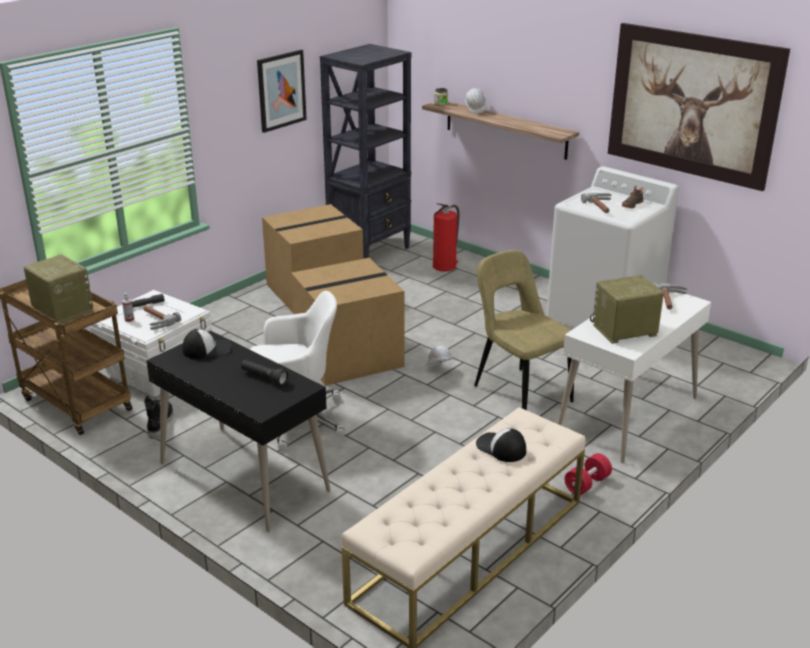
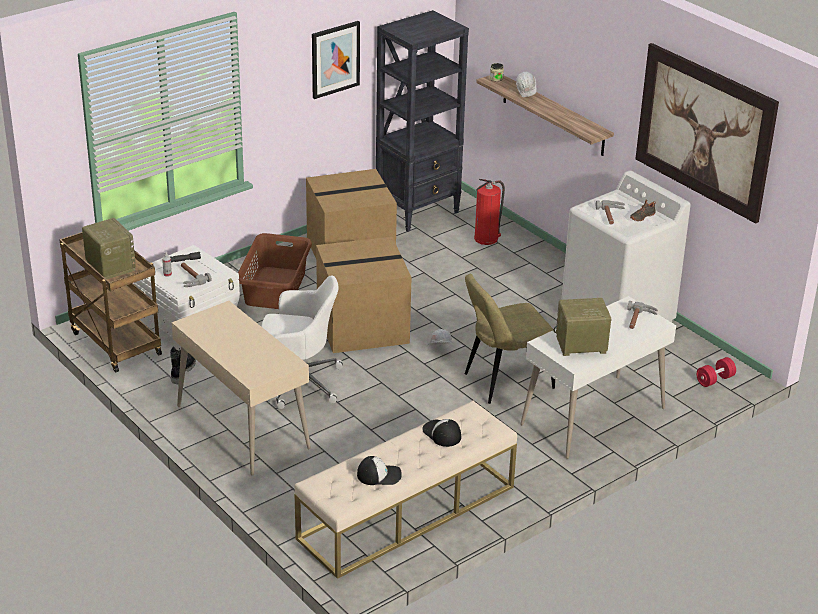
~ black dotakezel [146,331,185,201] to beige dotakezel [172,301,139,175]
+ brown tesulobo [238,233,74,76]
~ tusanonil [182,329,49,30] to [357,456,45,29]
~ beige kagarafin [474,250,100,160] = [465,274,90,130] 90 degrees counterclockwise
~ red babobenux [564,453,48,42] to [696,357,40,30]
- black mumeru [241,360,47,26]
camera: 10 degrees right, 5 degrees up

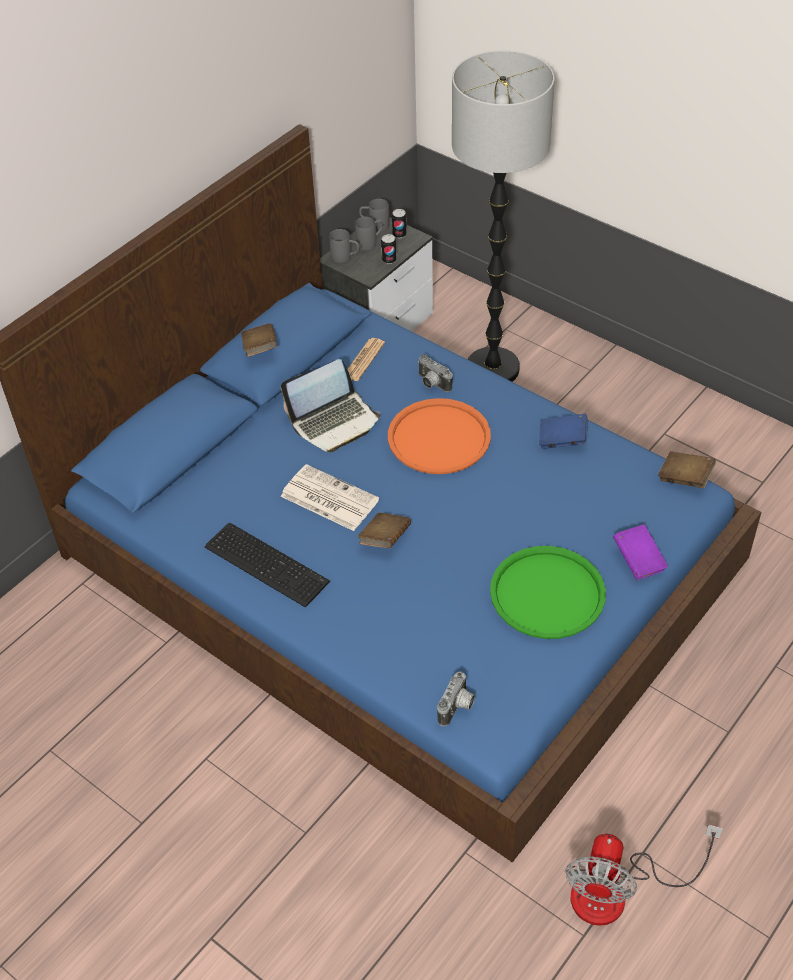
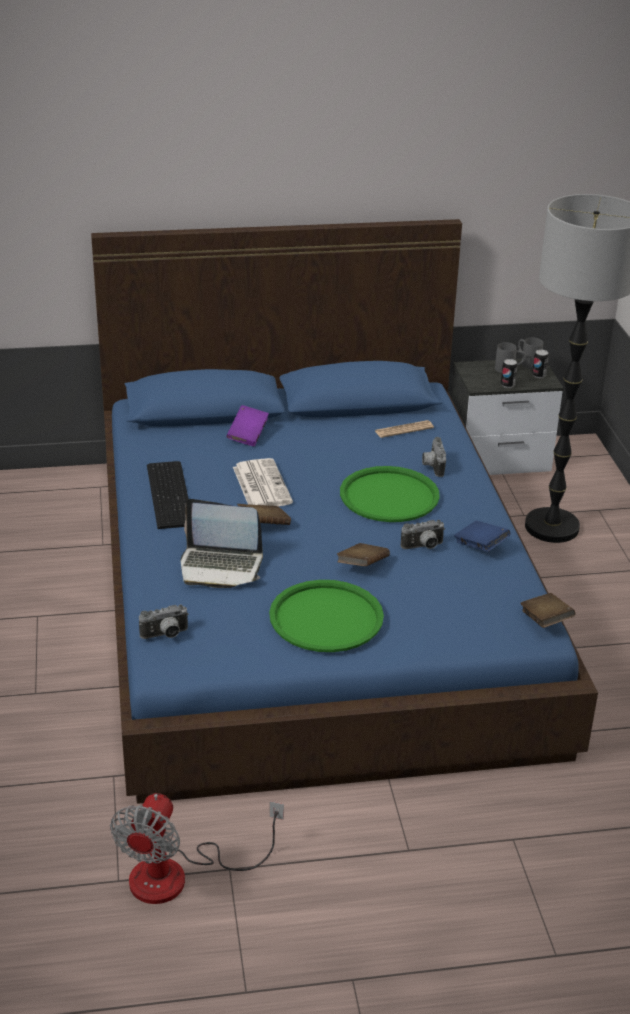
~ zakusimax [565,825,158,101] = [110,793,174,111] 45 degrees counterclockwise
~ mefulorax [281,359,99,94] to [181,499,82,89]
~ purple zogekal [613,524,55,56] to [227,405,42,41]
~ brown zogekal [241,323,36,34] to [337,543,53,23]
~ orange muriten [388,398,103,76] to green muriten [340,466,100,56]
+ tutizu [401,520,44,29]
- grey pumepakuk [329,229,30,34]
camera: 40 degrees right, 15 degrees down

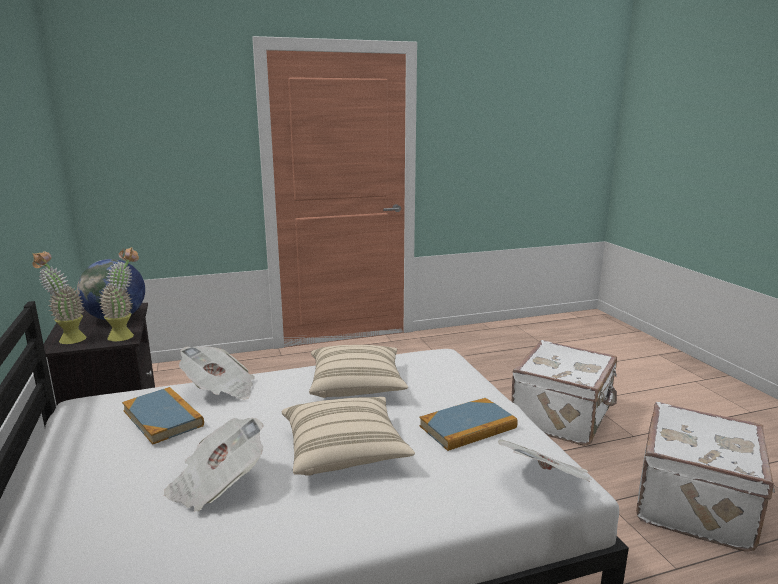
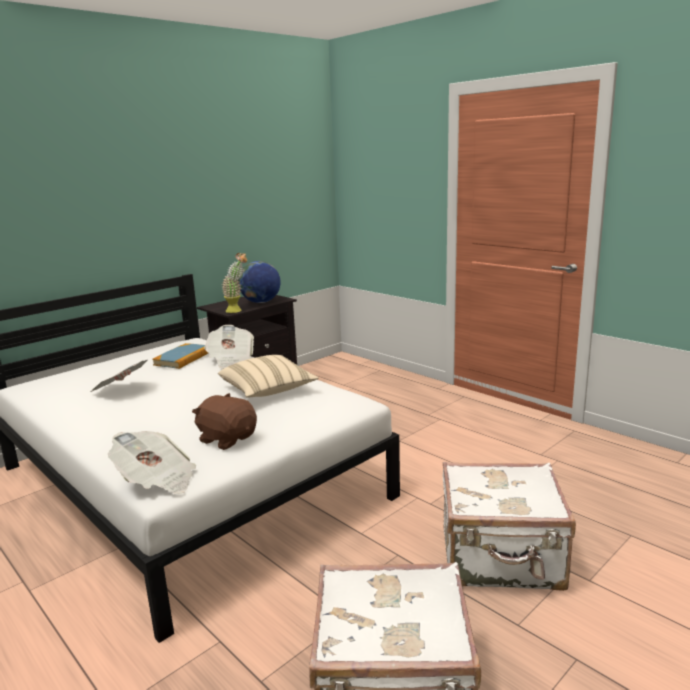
~ zogekal [419,398,99,53] to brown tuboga [192,393,65,57]
- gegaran [32,251,55,93]
- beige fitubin [282,397,133,79]
camera: 65 degrees right, 0 degrees up

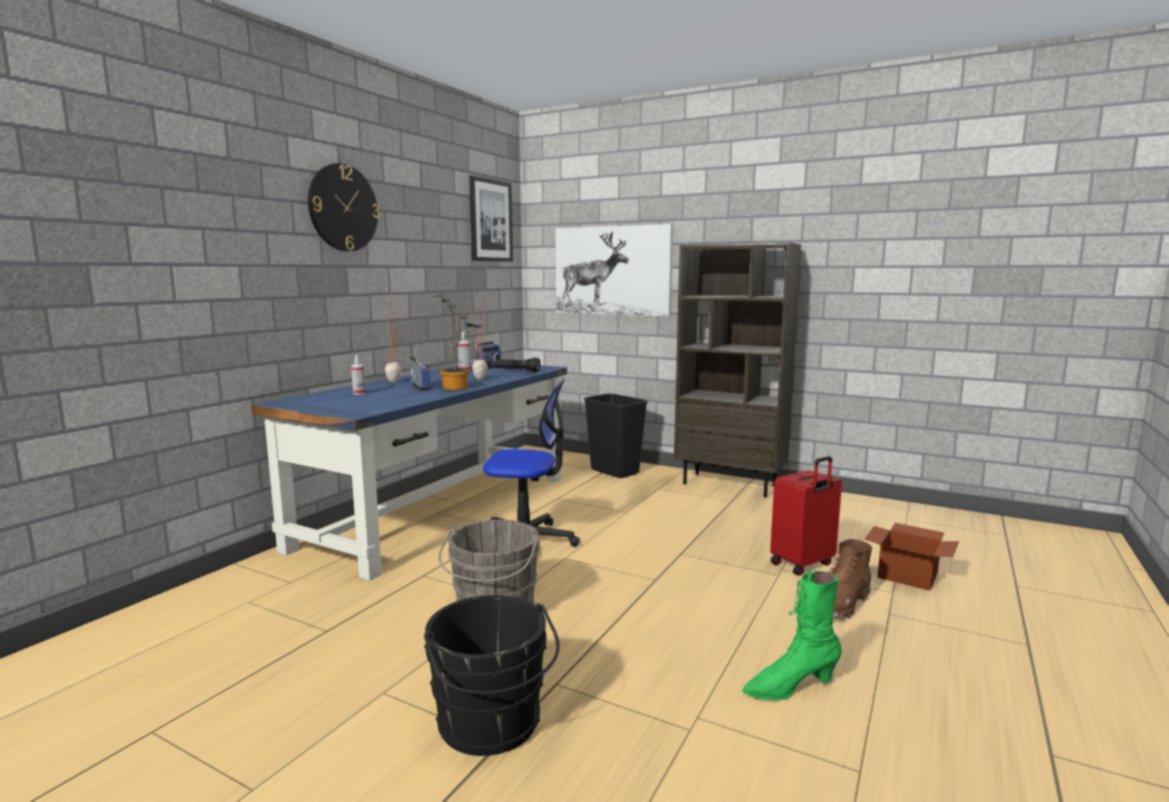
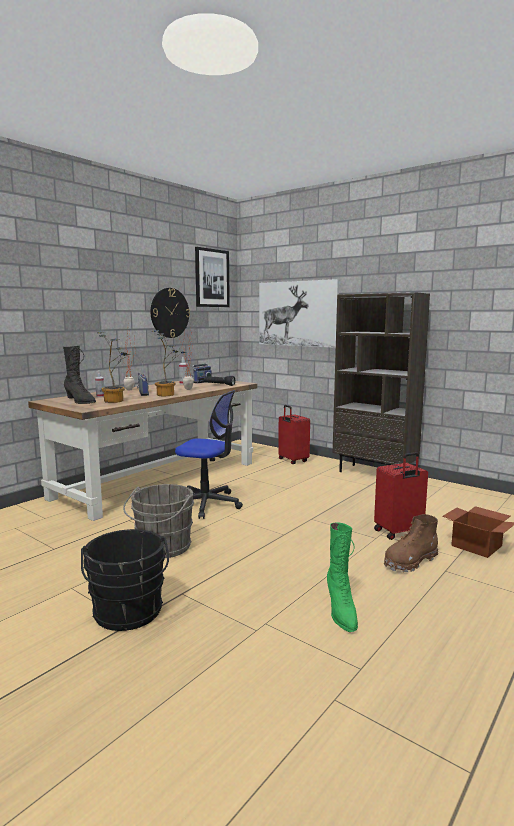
~ blue dotakezel [251,363,316,218] to brown dotakezel [28,379,229,142]
+ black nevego [63,346,33,58]
+ gegaran [97,332,34,71]
~ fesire [308,163,72,88] to [151,288,39,50]
~ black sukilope [584,394,64,84] to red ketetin [278,405,32,59]
~ green nevego [742,571,99,129] = [327,522,31,110] 90 degrees counterclockwise
camera: 10 degrees right, 0 degrees up

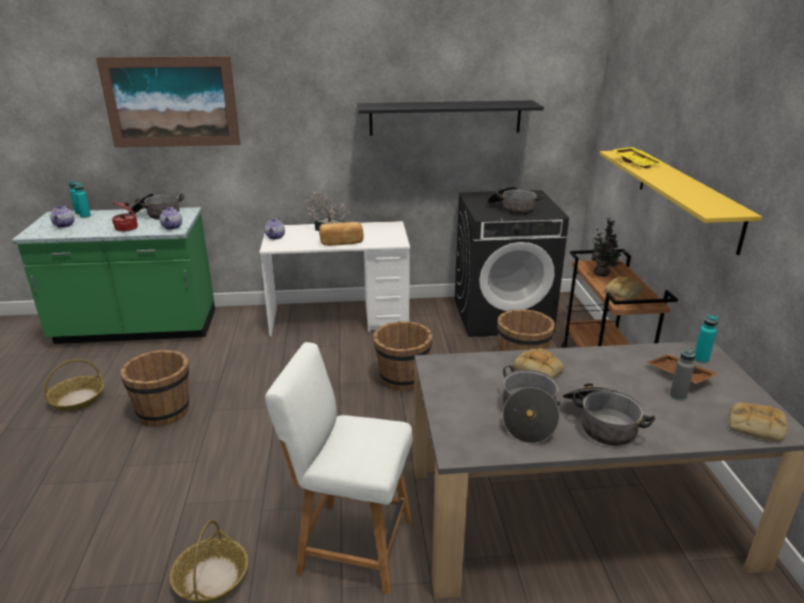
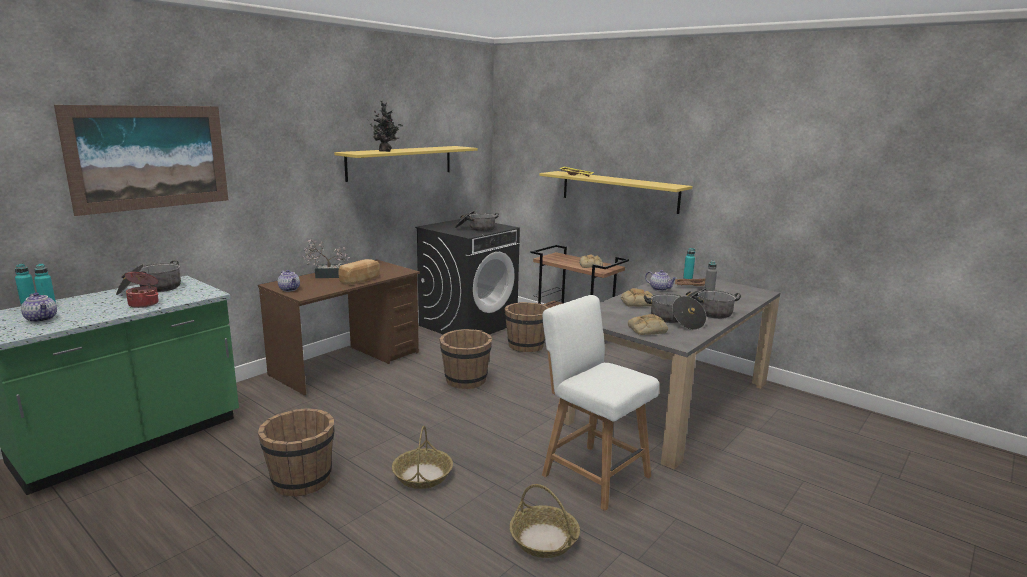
~ white dotakezel [259,221,151,116] to brown dotakezel [258,260,162,135]
~ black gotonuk [357,100,187,36] to yellow gotonuk [334,146,144,36]
~ gegaran [589,218,38,59] to [367,100,36,52]
~ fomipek [44,359,60,52] to [392,426,61,63]
~ white kagarafin [265,342,148,252] = [542,295,117,216] 75 degrees clockwise
~ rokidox [729,403,59,39] to [628,314,40,21]
~ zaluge [160,207,22,23] to [645,270,32,21]
camera: 45 degrees left, 10 degrees down

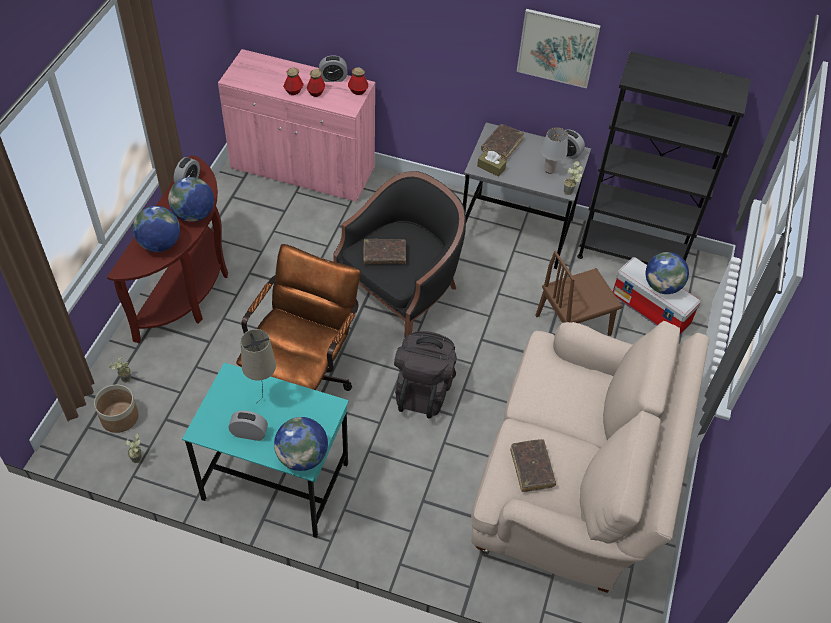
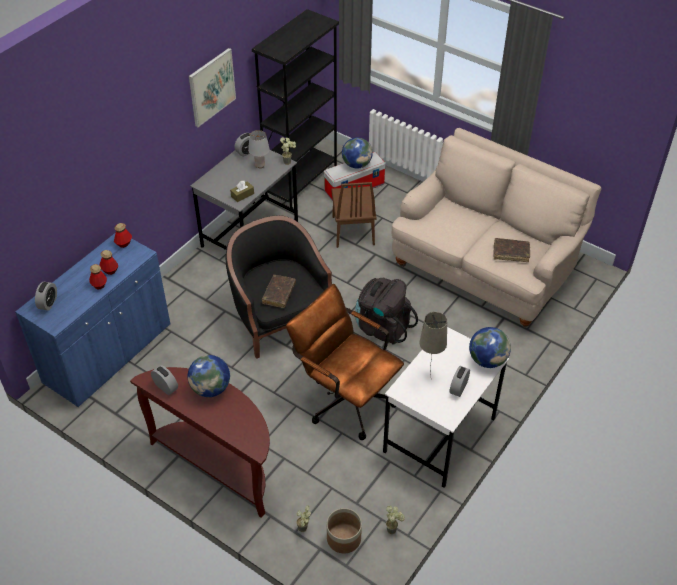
~ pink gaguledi [218,49,157,153] to blue gaguledi [15,234,155,173]
~ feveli [319,55,28,27] to [35,282,22,29]
~ turquoise dotakezel [182,363,167,175] to white dotakezel [383,327,126,161]
- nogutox [133,206,47,46]
- brown zogekal [481,124,43,37]
camera: 70 degrees left, 5 degrees down

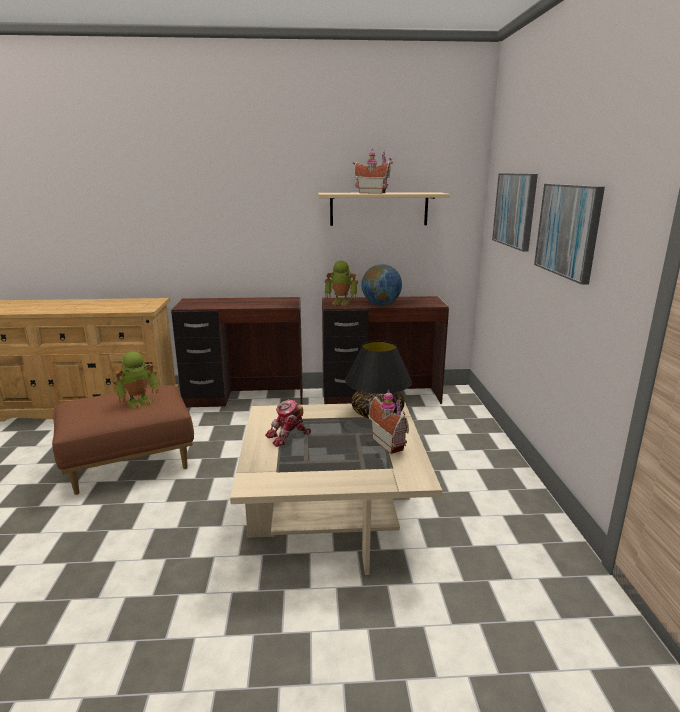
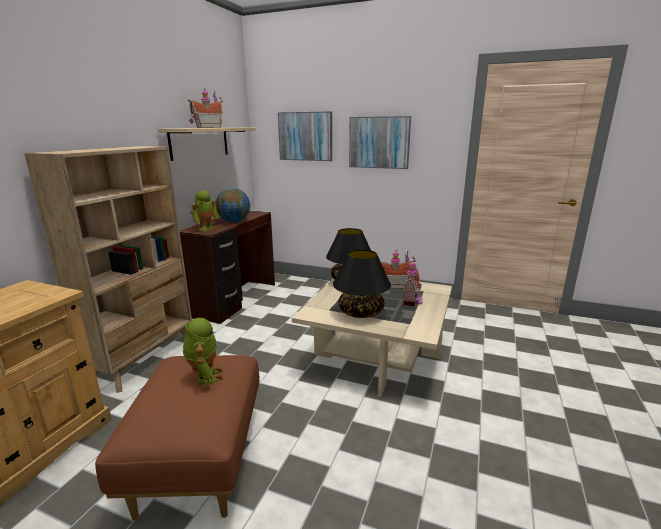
~ brown dotakezel [171,297,132,110] to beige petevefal [24,146,168,247]
~ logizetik [265,399,46,48] to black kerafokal [333,250,58,68]
+ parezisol [403,261,20,45]
camera: 65 degrees left, 0 degrees up

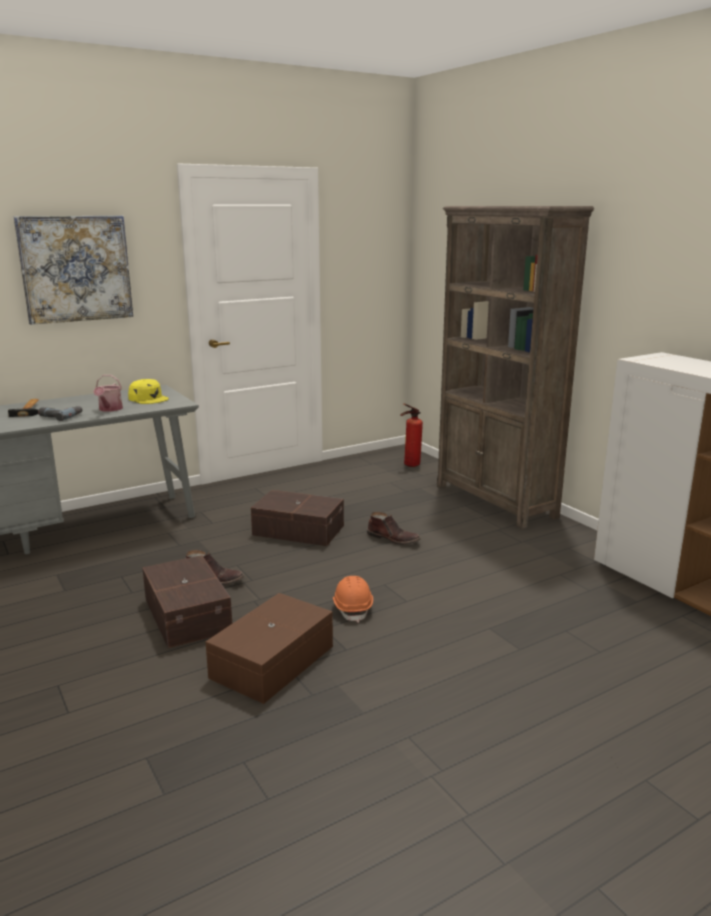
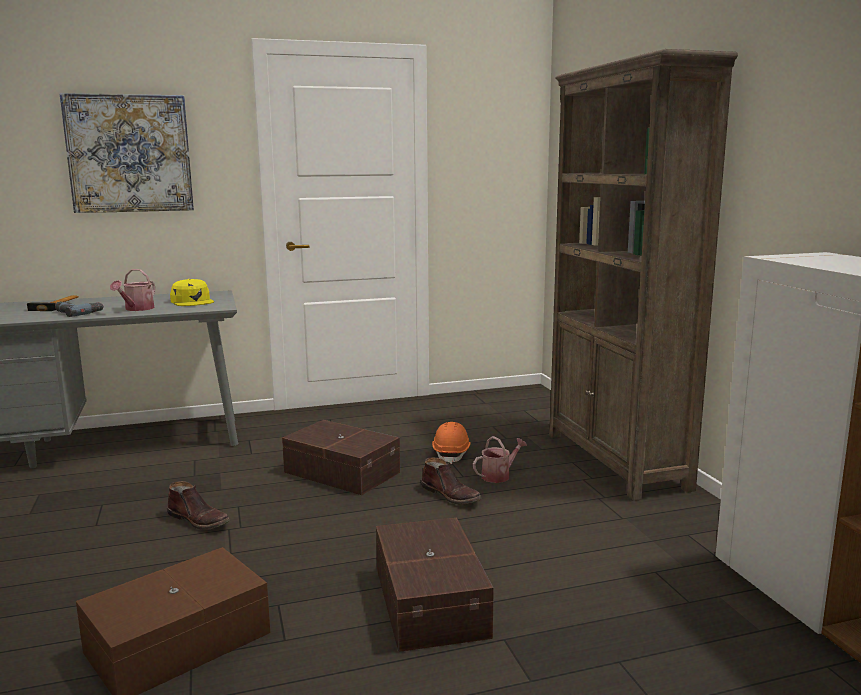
~ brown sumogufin [142,555,90,93] to [376,518,118,134]
~ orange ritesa [333,576,40,47] to [432,422,39,42]
+ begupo [473,436,54,47]
- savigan [400,403,23,64]
camera: 15 degrees right, 5 degrees down

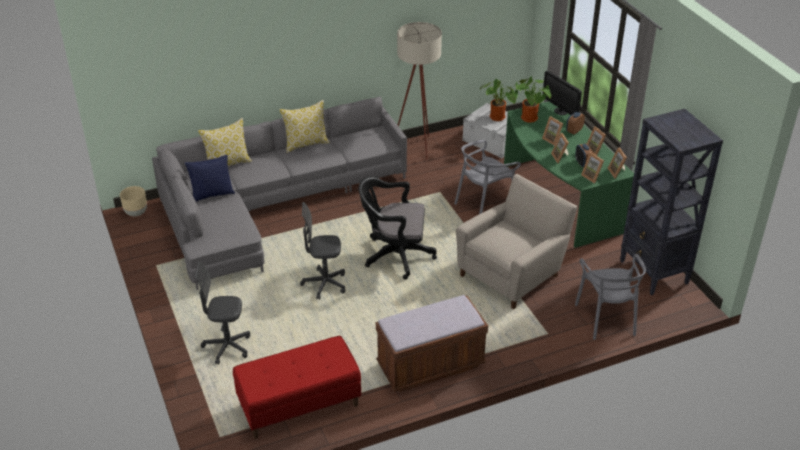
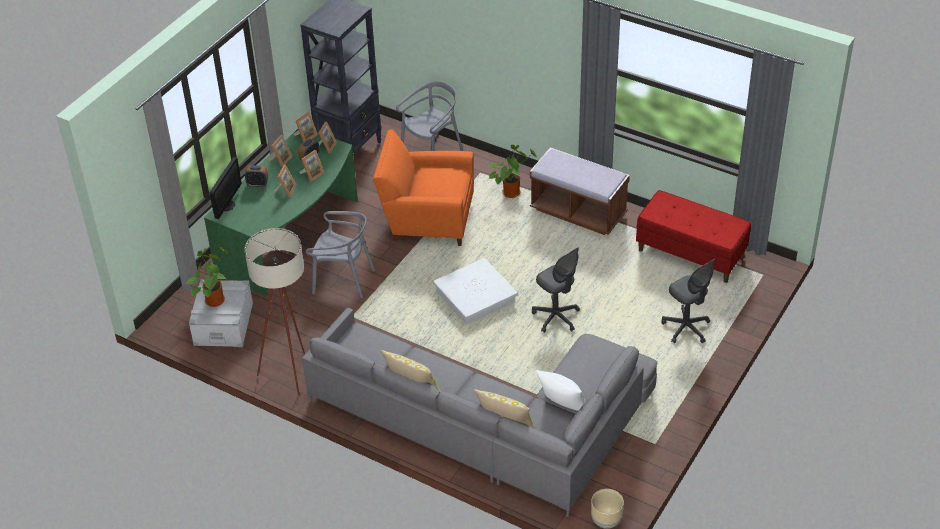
~ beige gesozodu [456,174,122,135] to orange gesozodu [373,129,101,117]
~ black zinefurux [358,176,79,104] to white sumogufin [433,258,85,66]
~ gegaran [516,76,35,47] to [489,145,48,53]
~ blue fitubin [185,155,50,47] to white fitubin [536,370,49,41]
camera: 125 degrees left, 5 degrees up

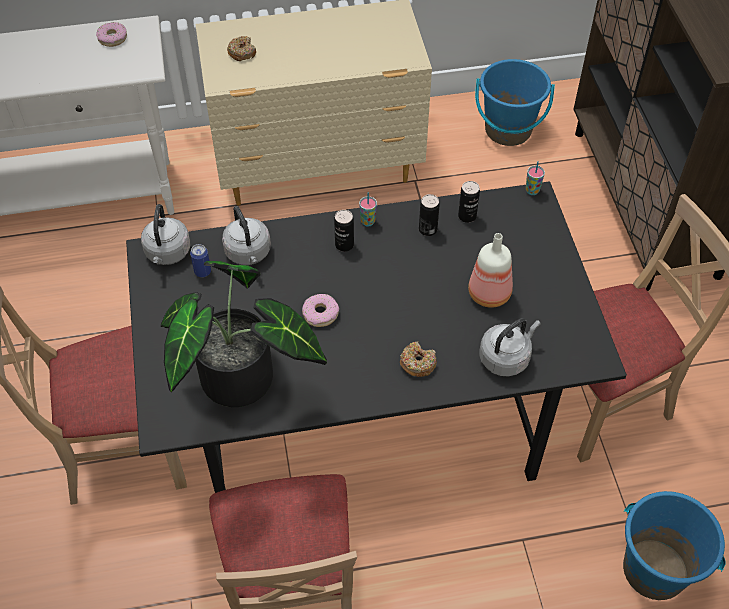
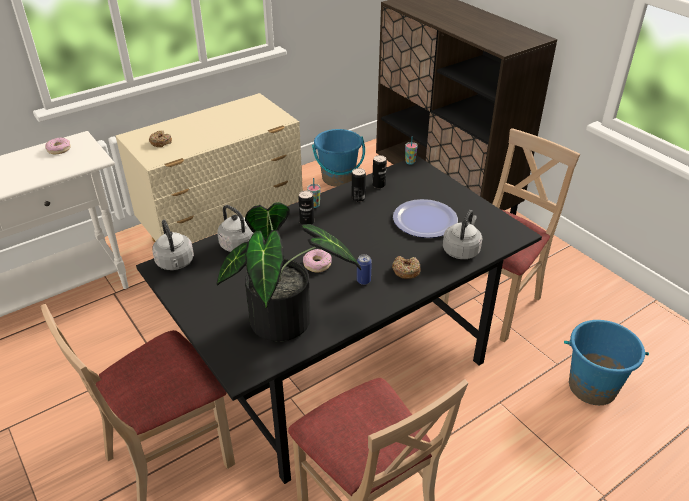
~ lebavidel [190,244,21,33] to [357,254,15,31]
~ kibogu [468,233,45,75] to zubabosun [393,199,65,39]
camera: 25 degrees left, 15 degrees down

